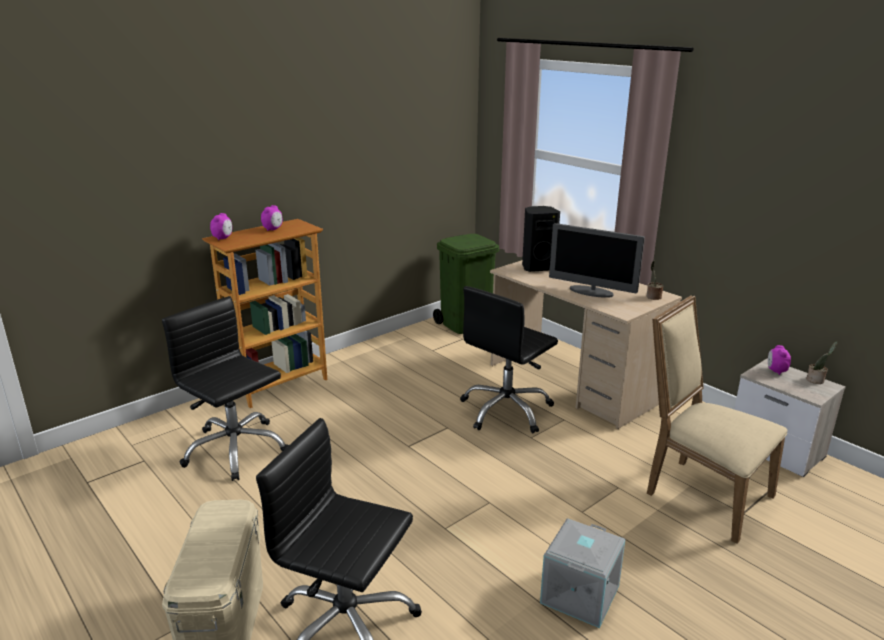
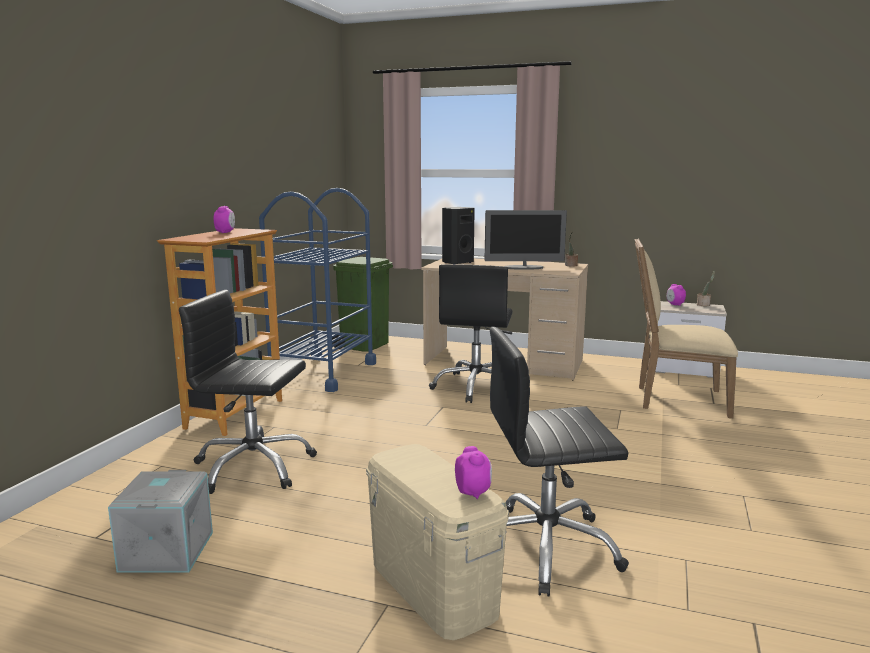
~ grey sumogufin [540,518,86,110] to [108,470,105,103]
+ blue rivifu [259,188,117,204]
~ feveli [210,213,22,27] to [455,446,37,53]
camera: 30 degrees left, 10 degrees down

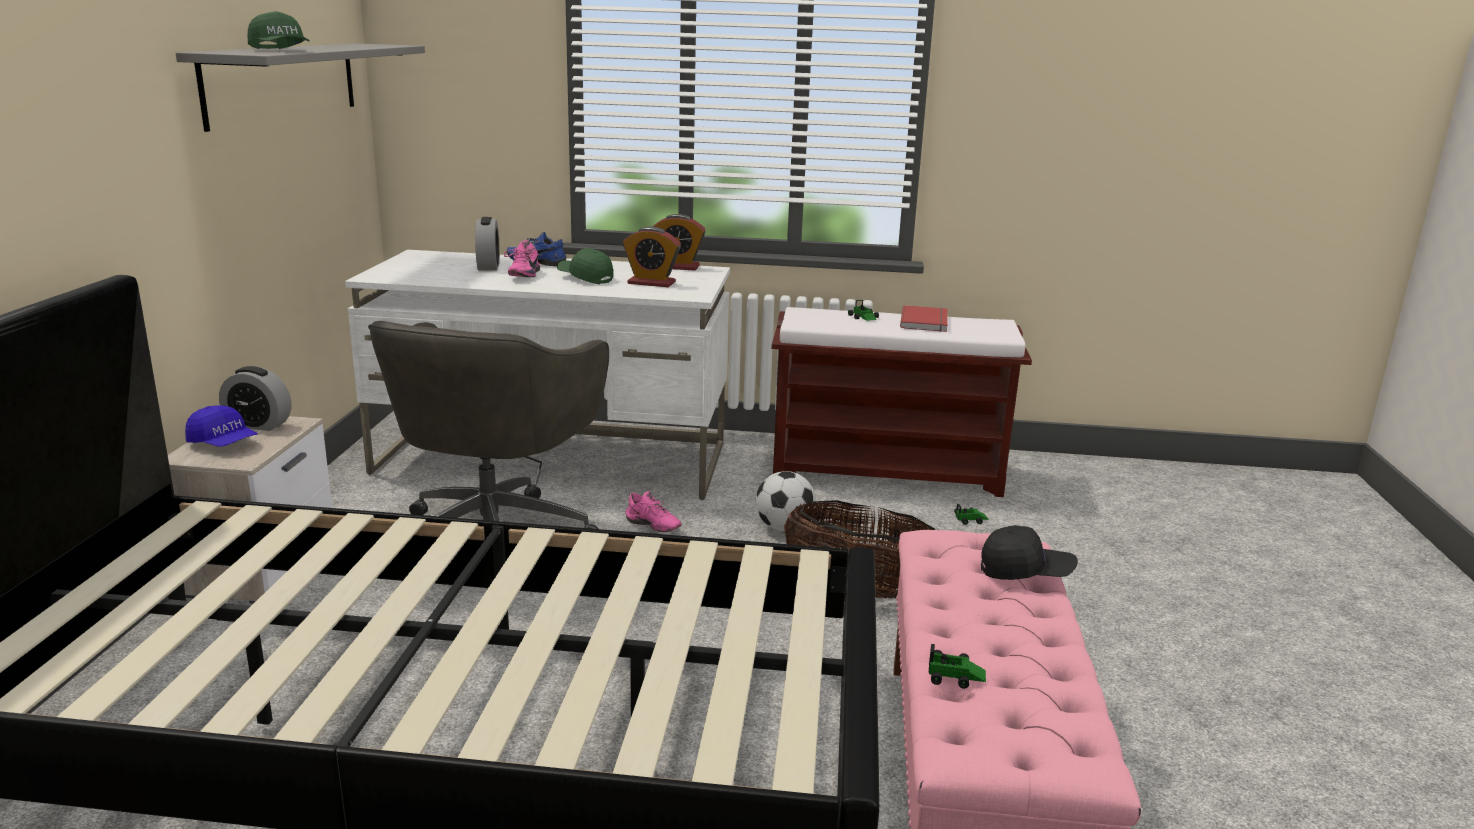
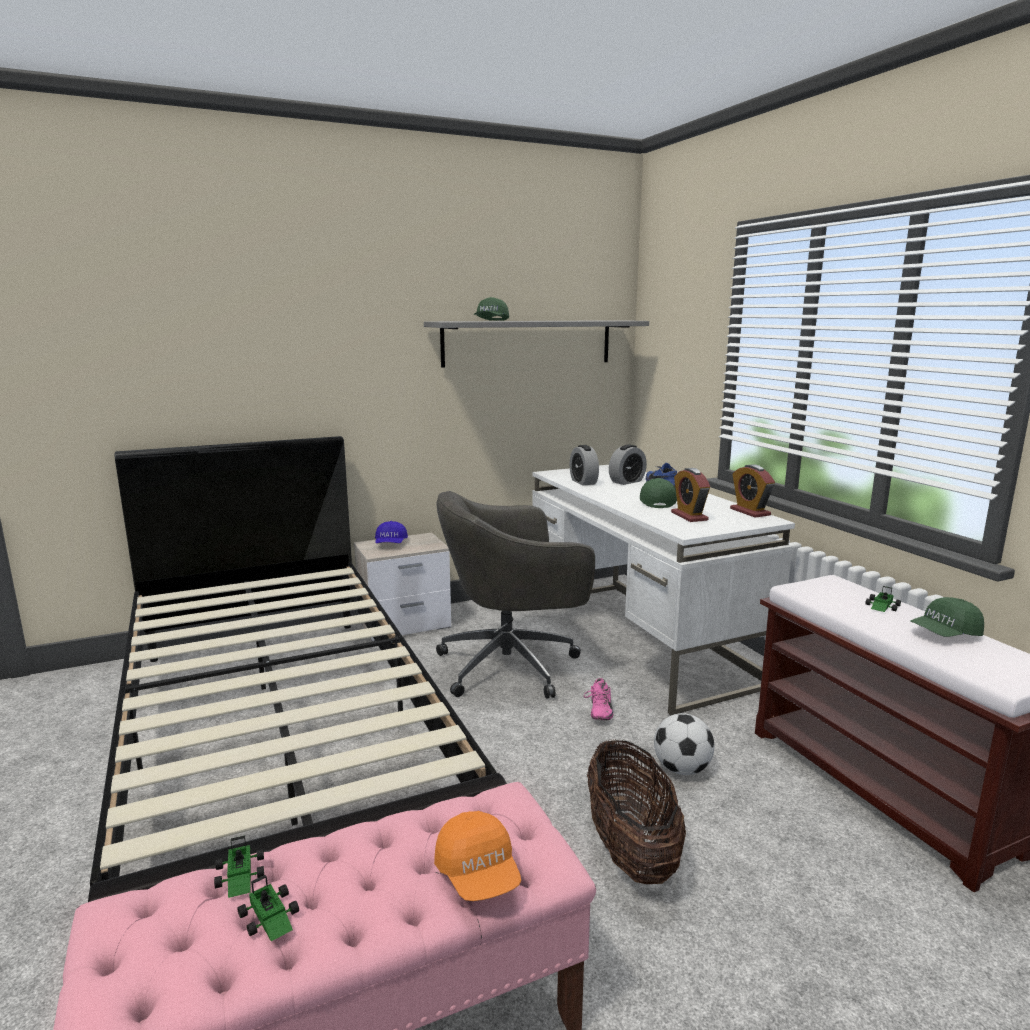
~ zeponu [954,504,35,21] to [237,875,62,66]
~ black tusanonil [981,525,97,55] to orange tusanonil [434,811,87,90]
~ feveli [219,366,72,65] to [570,445,29,41]
~ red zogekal [900,305,48,27] to green tusanonil [910,597,74,40]
- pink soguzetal [504,240,36,37]
camera: 60 degrees right, 5 degrees down

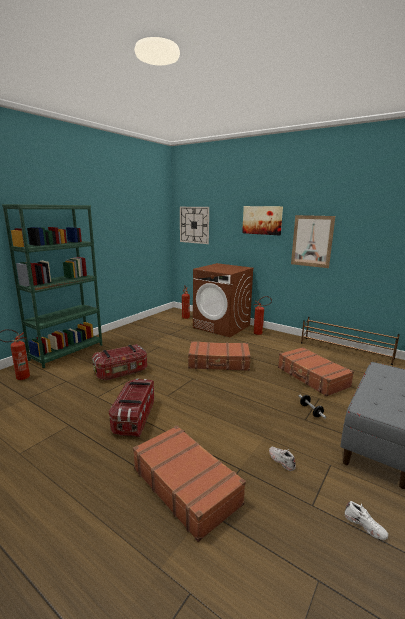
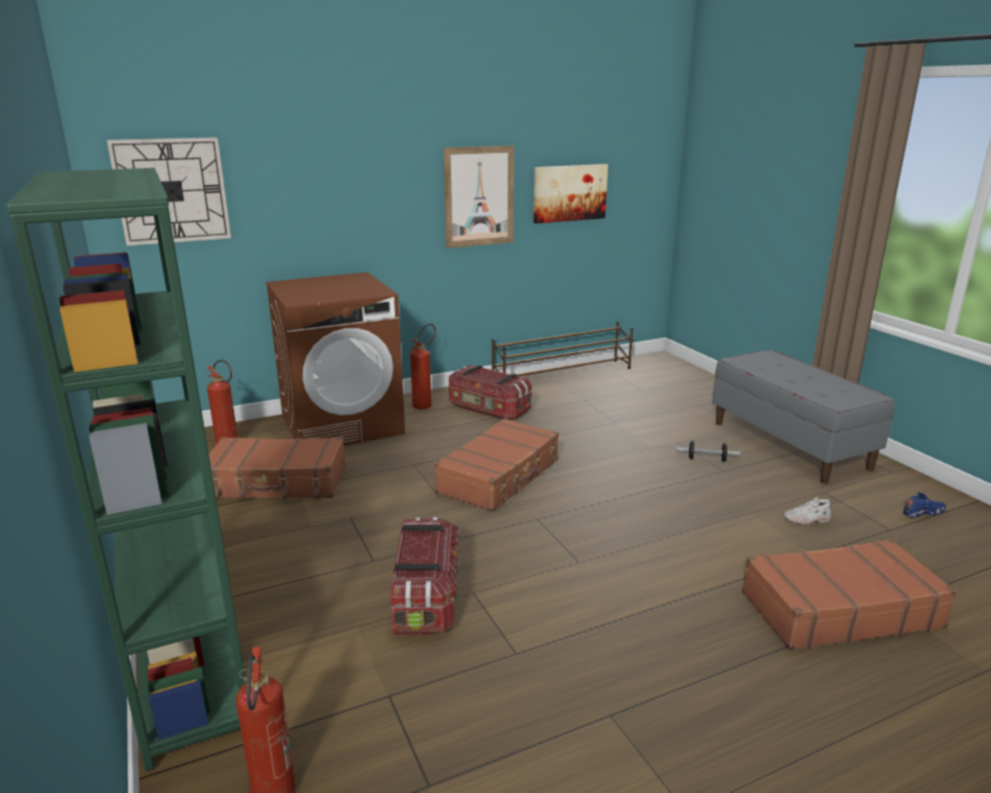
~ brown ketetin [278,347,76,50] to [209,437,137,61]
~ sumogufin [109,378,45,59] to [449,365,83,56]
~ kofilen [242,206,41,29] to [533,164,75,60]
~ white soguzetal [345,501,43,39] to blue soguzetal [903,492,43,26]
camera: 60 degrees left, 5 degrees up

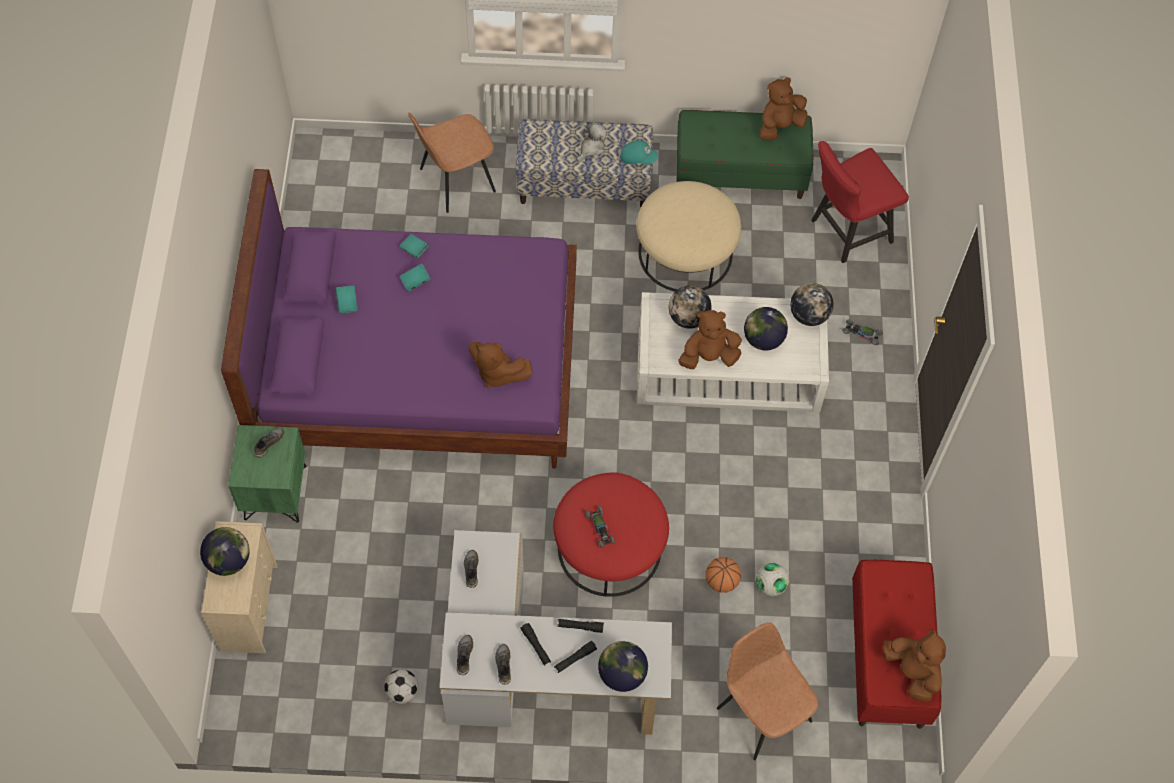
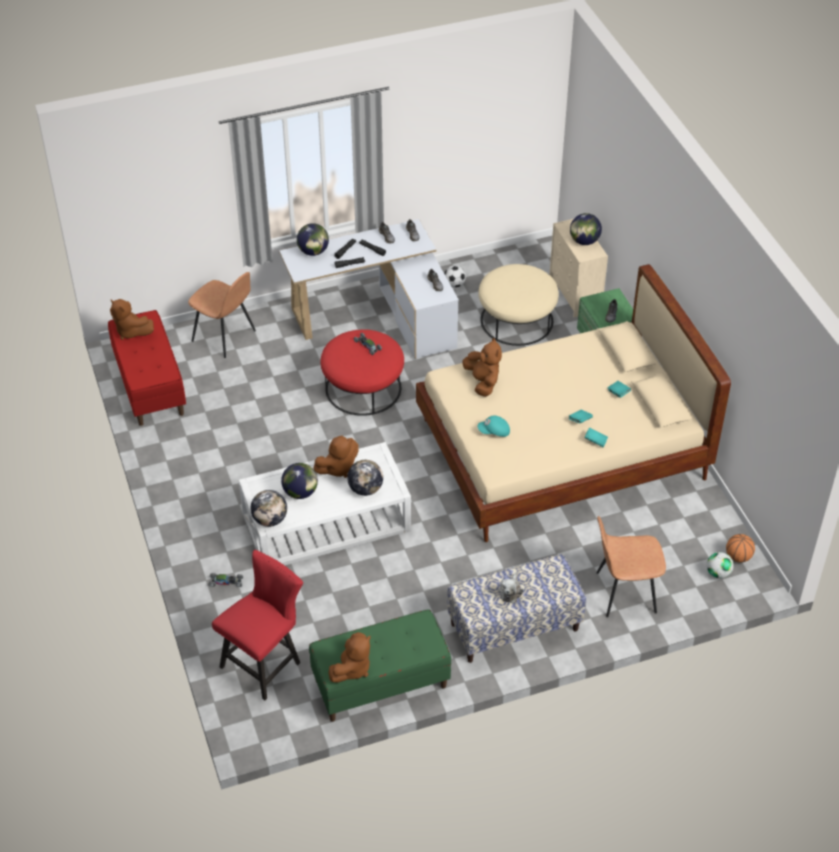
~ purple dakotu [221,169,356,300] to beige dakotu [416,264,315,278]
~ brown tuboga [469,342,64,46] = [462,338,40,59] 60 degrees clockwise
~ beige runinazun [636,181,105,110] to [478,264,81,82]
~ turquoise tusanonil [621,140,37,25] to [478,416,32,21]
~ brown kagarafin [408,112,88,101] = [596,516,70,101] 135 degrees counterclockwise
~ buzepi [756,563,33,33] to [707,552,27,27]
~ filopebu [706,557,35,36] to [726,534,29,29]
camera: 160 degrees right, 15 degrees down

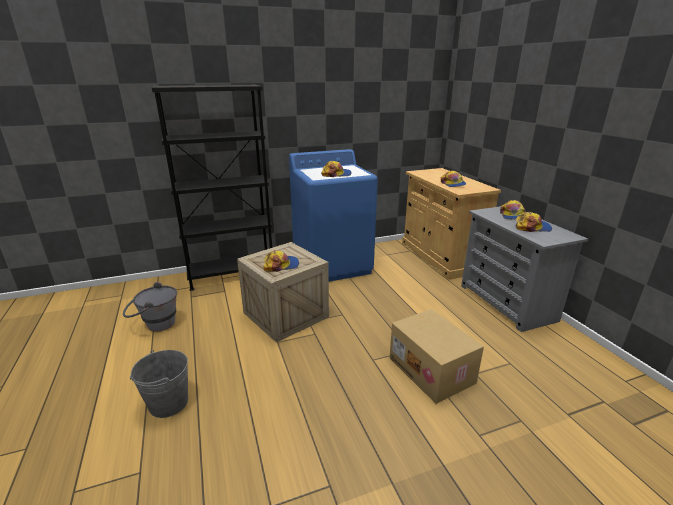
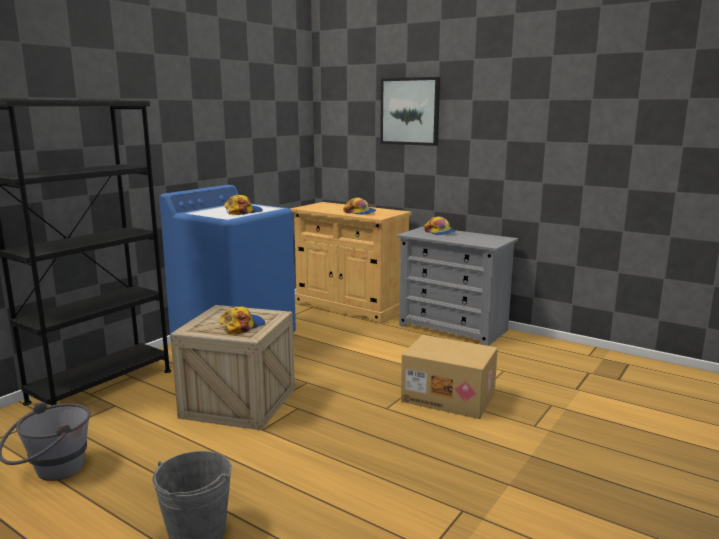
+ kofilen [380,77,60,69]
- tusanonil [515,212,37,20]
camera: 35 degrees left, 10 degrees down

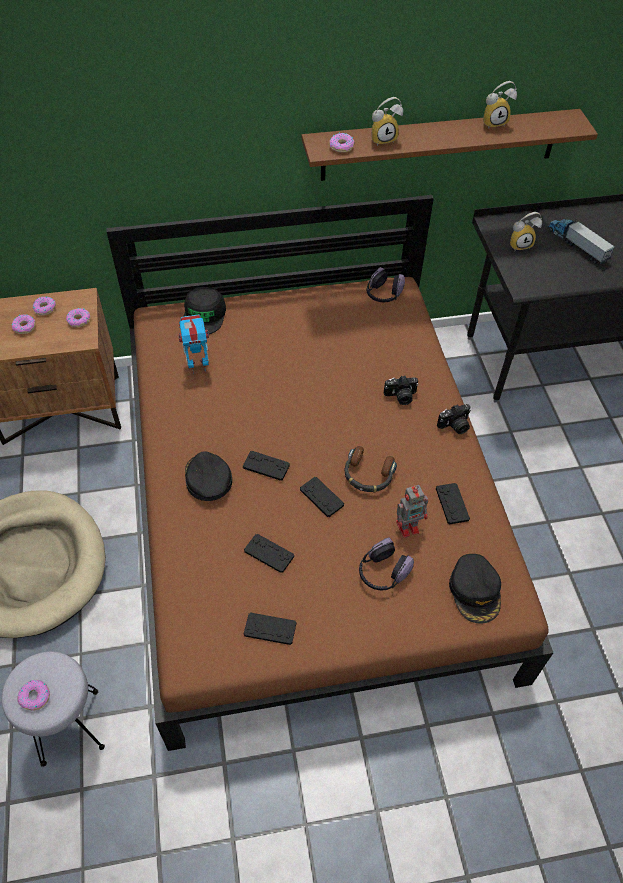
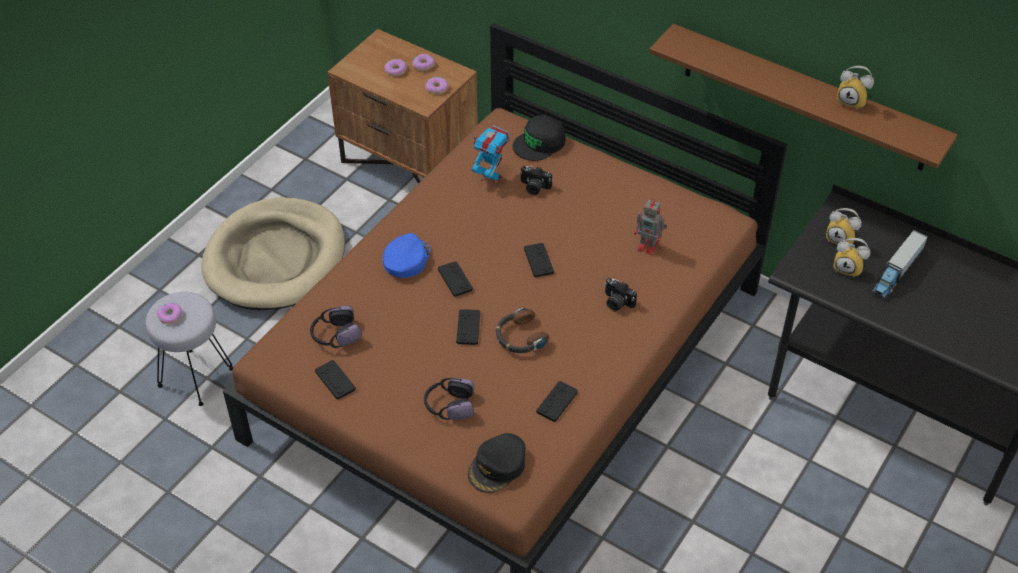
~ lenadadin [366,267,39,35] to [310,306,51,42]
~ black tusanonil [185,451,47,50] to blue tusanonil [383,233,48,45]
~ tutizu [437,404,34,30] to [520,166,32,29]
~ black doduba [244,534,50,39] to [524,243,30,34]
~ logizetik [396,485,32,53] to [634,198,33,57]
~ feveli [371,97,32,49] to [833,238,37,40]
~ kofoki [547,219,68,45] = [872,230,55,69] 150 degrees counterclockwise
- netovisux [329,132,25,21]
camera: 45 degrees right, 5 degrees down

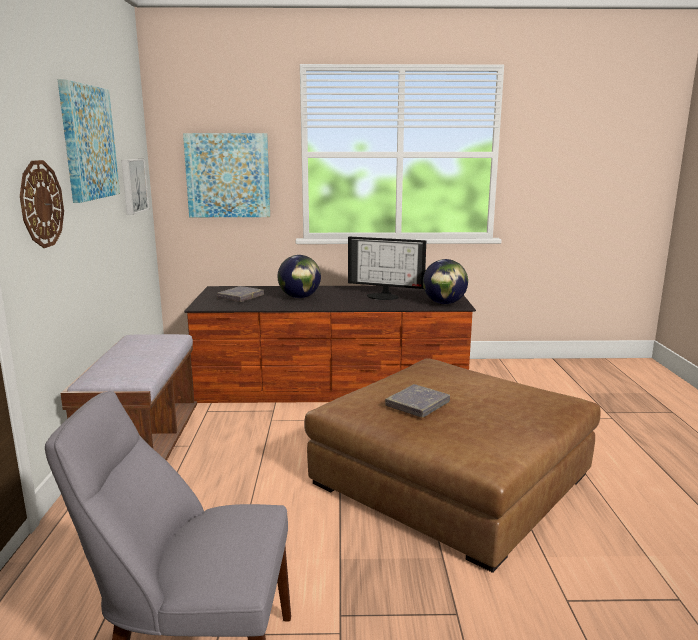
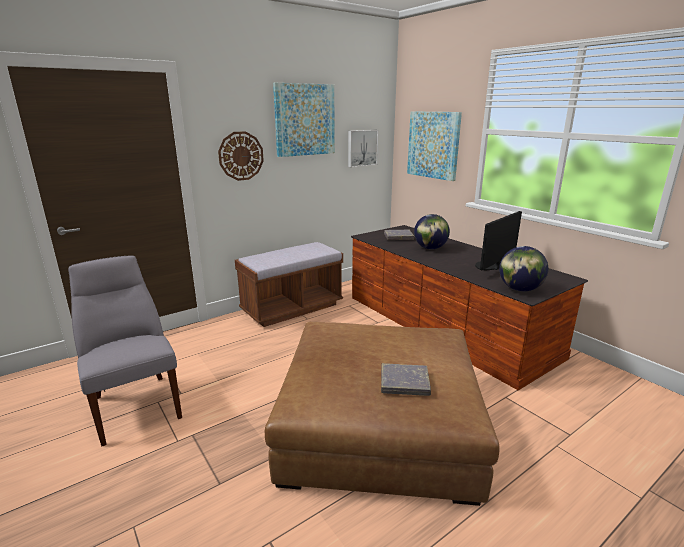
~ grey zogekal [385,384,65,34] to [381,363,50,33]
~ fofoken [348,237,78,63] = [475,211,47,59] 60 degrees clockwise
camera: 55 degrees right, 5 degrees up

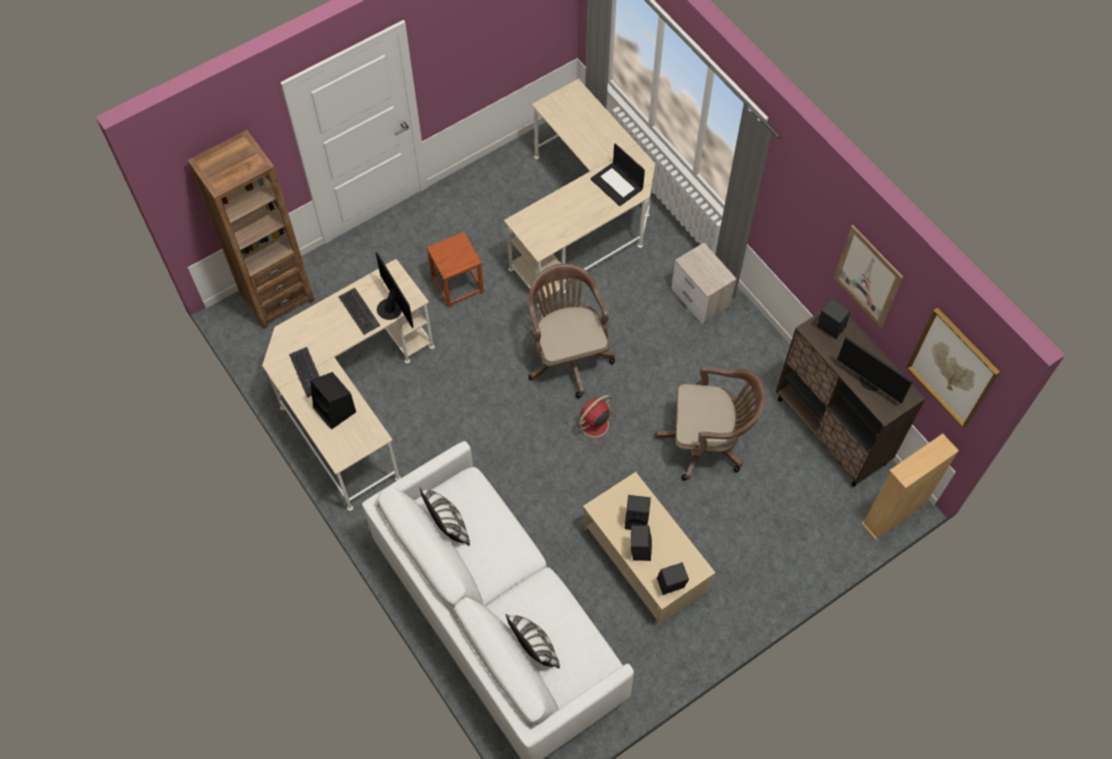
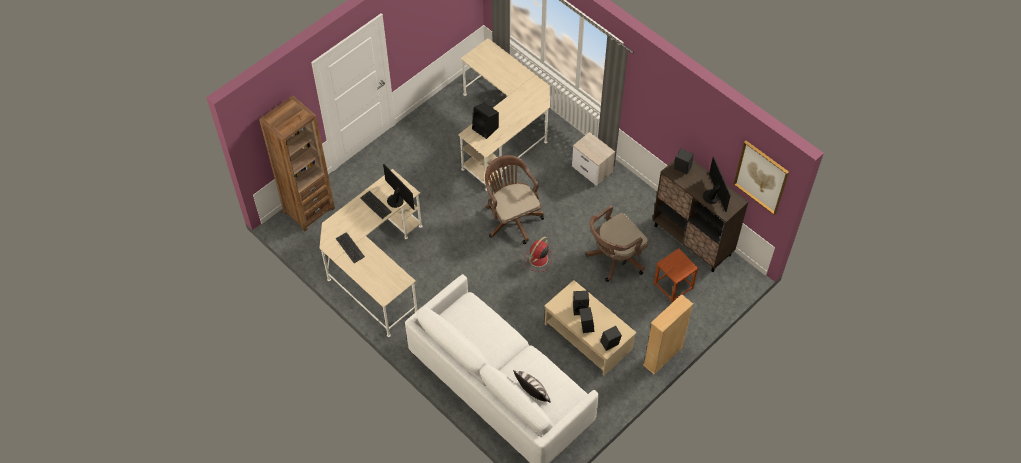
~ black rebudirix [310,372,46,58] to [472,103,27,36]
~ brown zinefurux [655,367,111,114] = [586,205,62,77] 150 degrees clockwise
~ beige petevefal [862,434,97,106] to [643,294,50,80]
~ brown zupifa [426,232,58,76] to [654,249,45,54]
~ fofoken [837,337,76,66] = [703,157,28,55] 135 degrees counterclockwise
- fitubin [419,487,51,59]
- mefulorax [590,143,55,63]
- kofilen [834,225,69,103]
camera: 10 degrees left, 5 degrees down

